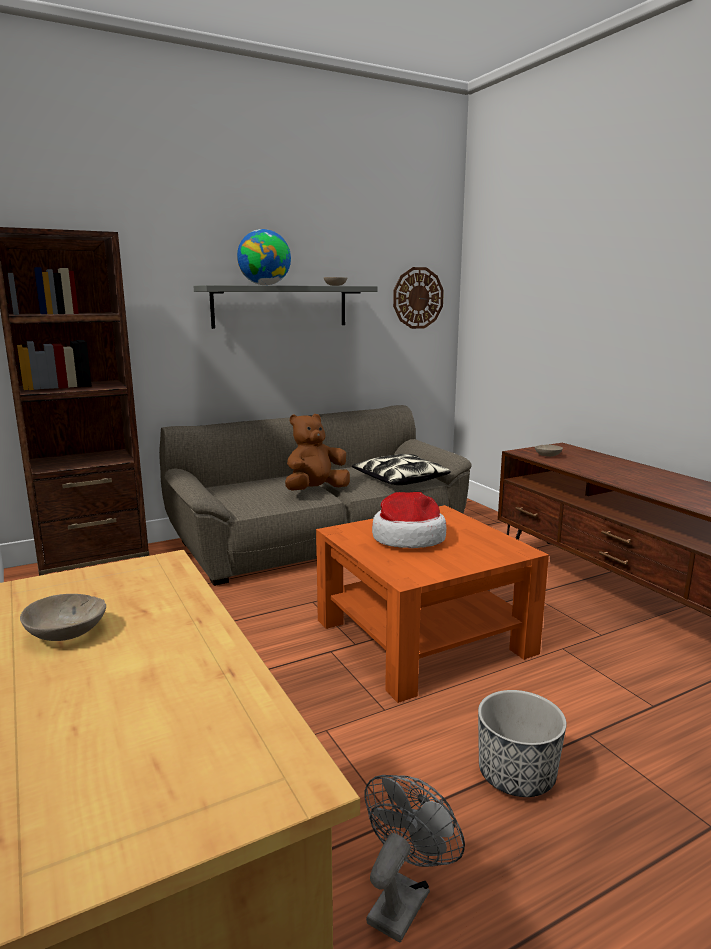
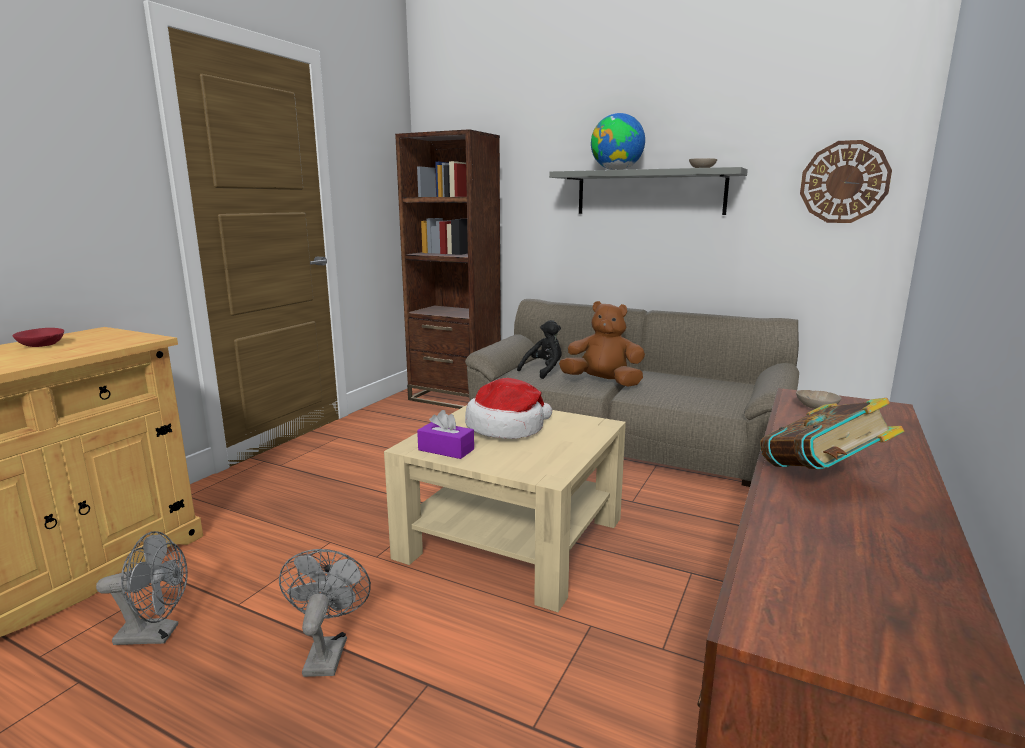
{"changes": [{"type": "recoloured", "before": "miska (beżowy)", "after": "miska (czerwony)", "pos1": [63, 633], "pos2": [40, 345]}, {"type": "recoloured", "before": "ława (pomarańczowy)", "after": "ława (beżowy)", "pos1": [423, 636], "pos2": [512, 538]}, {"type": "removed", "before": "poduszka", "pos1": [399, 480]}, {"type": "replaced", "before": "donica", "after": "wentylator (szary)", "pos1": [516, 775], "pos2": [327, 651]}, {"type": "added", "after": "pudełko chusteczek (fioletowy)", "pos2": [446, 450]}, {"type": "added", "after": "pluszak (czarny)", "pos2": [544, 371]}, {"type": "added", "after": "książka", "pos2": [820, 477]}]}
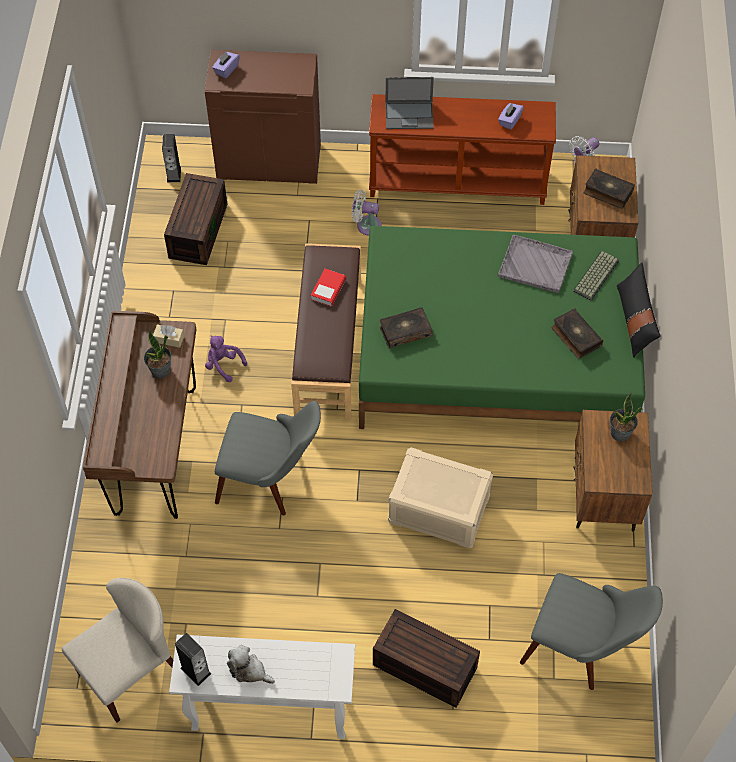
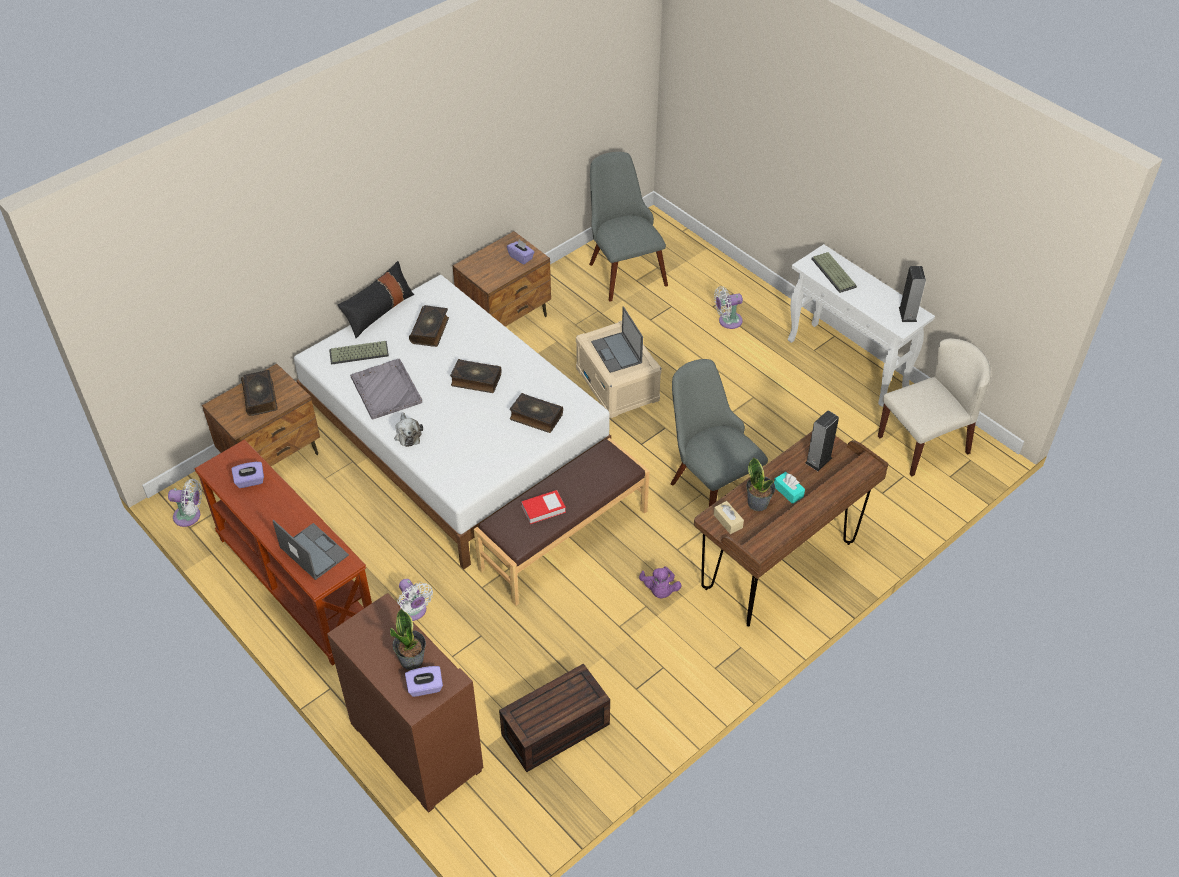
{"changes": [{"type": "turned", "before": "krzesło (beżowy)", "pos1": [130, 671], "pos2": [923, 444], "turn": 150}, {"type": "moved", "before": "głośnik", "pos1": [174, 174], "pos2": [818, 460]}, {"type": "moved", "before": "pluszak", "pos1": [249, 670], "pos2": [408, 434]}, {"type": "recoloured", "before": "łóżko (zielony)", "after": "łóżko (biały)", "pos1": [496, 355], "pos2": [455, 440]}, {"type": "replaced", "before": "pojemnik do przechowywania (brązowy)", "after": "wentylator (biały)", "pos1": [422, 667], "pos2": [727, 321]}, {"type": "moved", "before": "roślina doniczkowa", "pos1": [620, 433], "pos2": [412, 660]}, {"type": "added", "after": "książka", "pos2": [476, 380]}, {"type": "added", "after": "pudełko chusteczek (fioletowy)", "pos2": [521, 257]}, {"type": "added", "after": "laptop", "pos2": [617, 353]}, {"type": "added", "after": "pudełko chusteczek (turkusowy)", "pos2": [788, 491]}, {"type": "added", "after": "klawiatura", "pos2": [834, 273]}]}
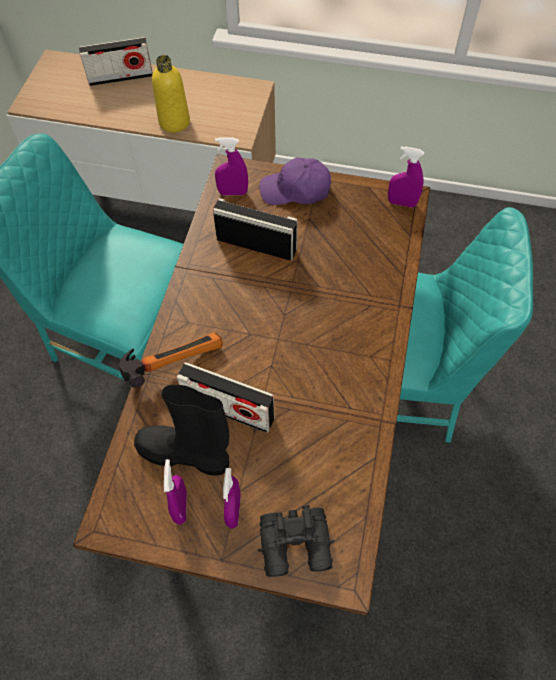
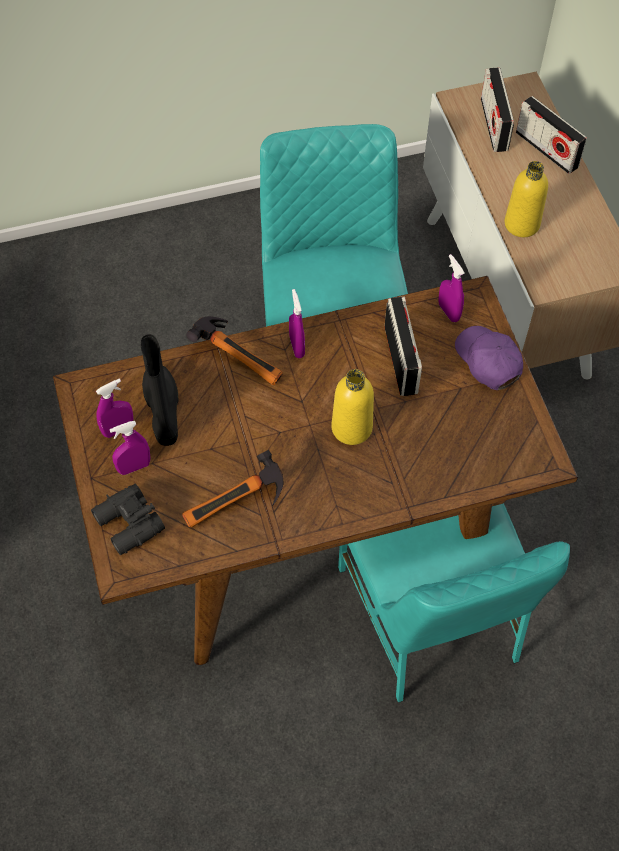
{"changes": [{"type": "moved", "before": "radio", "pos1": [228, 409], "pos2": [494, 125]}, {"type": "moved", "before": "spryskiwacz (fioletowy)", "pos1": [402, 203], "pos2": [297, 347]}, {"type": "added", "after": "młotek", "pos2": [236, 508]}, {"type": "added", "after": "butelka (żółty)", "pos2": [351, 428]}]}
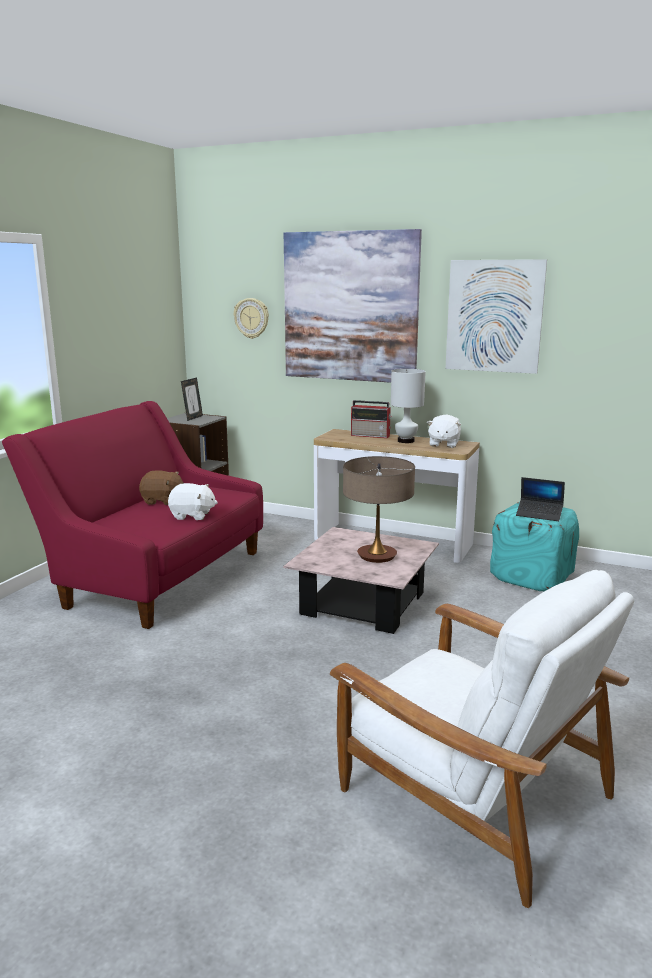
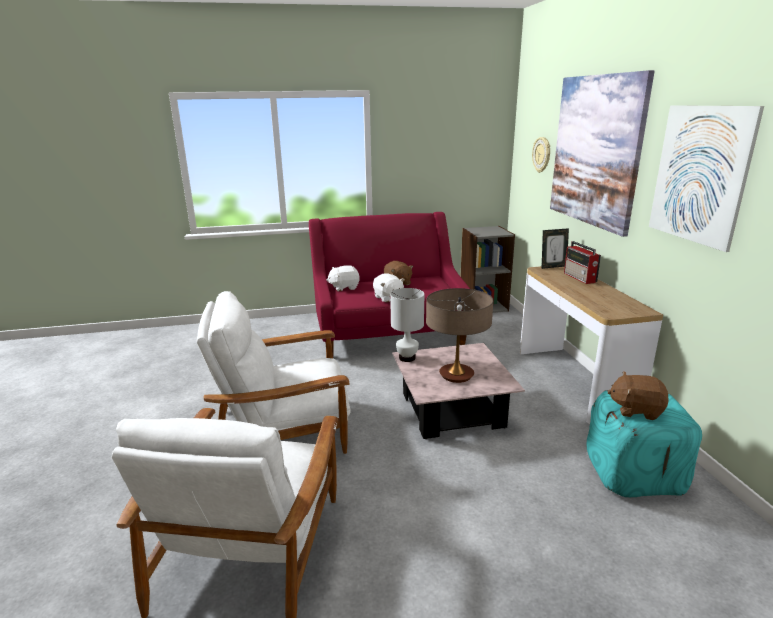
{"changes": [{"type": "moved", "before": "ramka na zdjęcie", "pos1": [193, 418], "pos2": [553, 266]}, {"type": "moved", "before": "lampa stołowa (biały)", "pos1": [406, 441], "pos2": [407, 358]}, {"type": "moved", "before": "pluszak (biały)", "pos1": [443, 444], "pos2": [344, 287]}, {"type": "replaced", "before": "laptop", "after": "pluszak (brązowy)", "pos1": [539, 514], "pos2": [636, 409]}, {"type": "added", "after": "fotel (biały)", "pos2": [284, 430]}]}
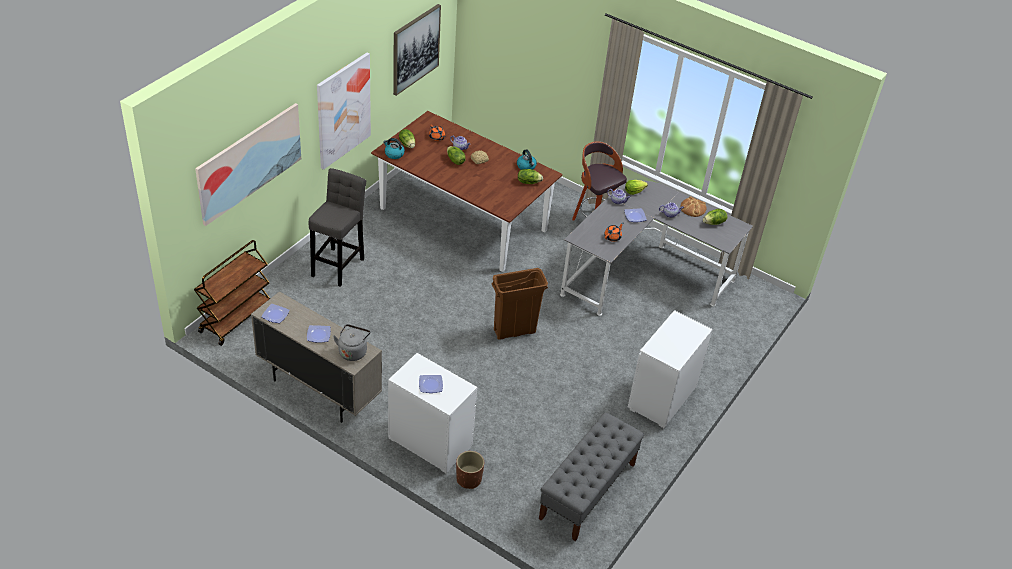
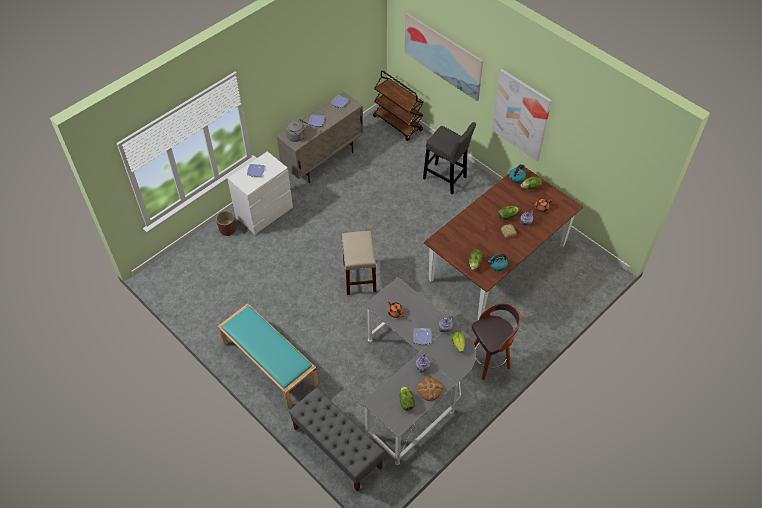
{"changes": [{"type": "removed", "before": "obraz", "pos1": [415, 49]}, {"type": "replaced", "before": "kosz na śmieci (brązowy)", "after": "stołek (beżowy)", "pos1": [514, 331], "pos2": [359, 276]}, {"type": "moved", "before": "ławka (szary)", "pos1": [587, 491], "pos2": [337, 448]}, {"type": "replaced", "before": "komoda (biały)", "after": "ławka (turkusowy)", "pos1": [662, 398], "pos2": [268, 362]}]}
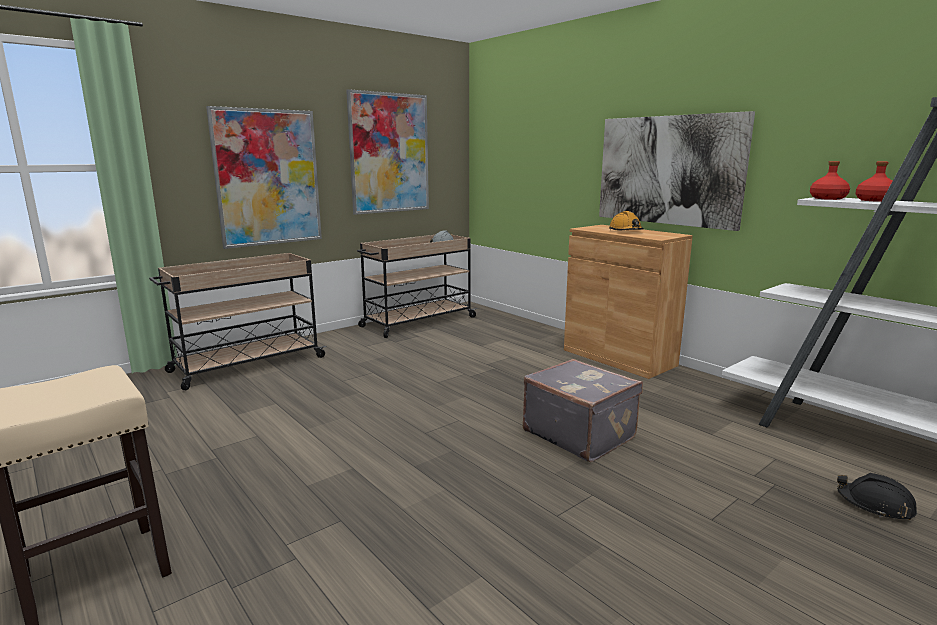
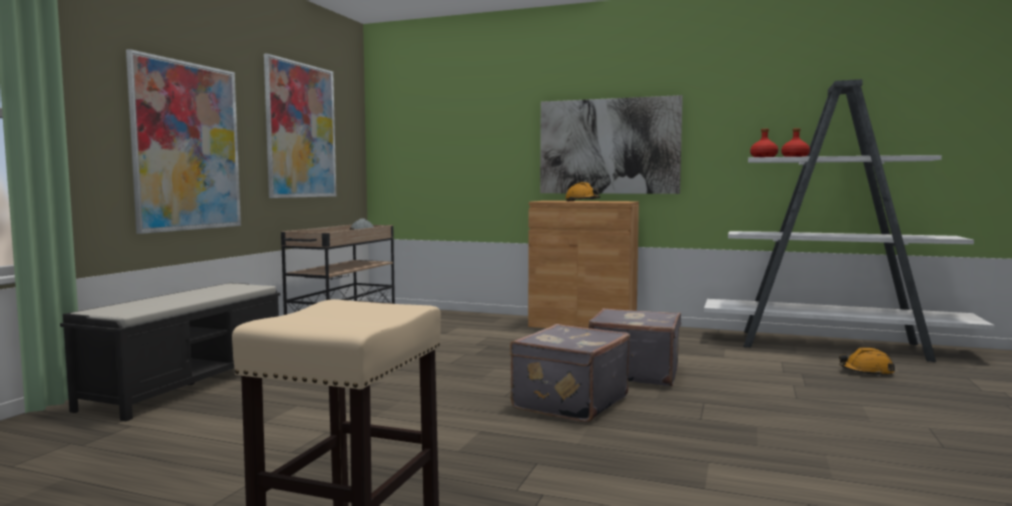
{"changes": [{"type": "replaced", "before": "wózek (beżowy)", "after": "ławka (czarny)", "pos1": [246, 365], "pos2": [189, 384]}, {"type": "recoloured", "before": "kask (czarny)", "after": "kask (pomarańczowy)", "pos1": [875, 505], "pos2": [866, 372]}, {"type": "added", "after": "walizka (szary)", "pos2": [568, 402]}]}
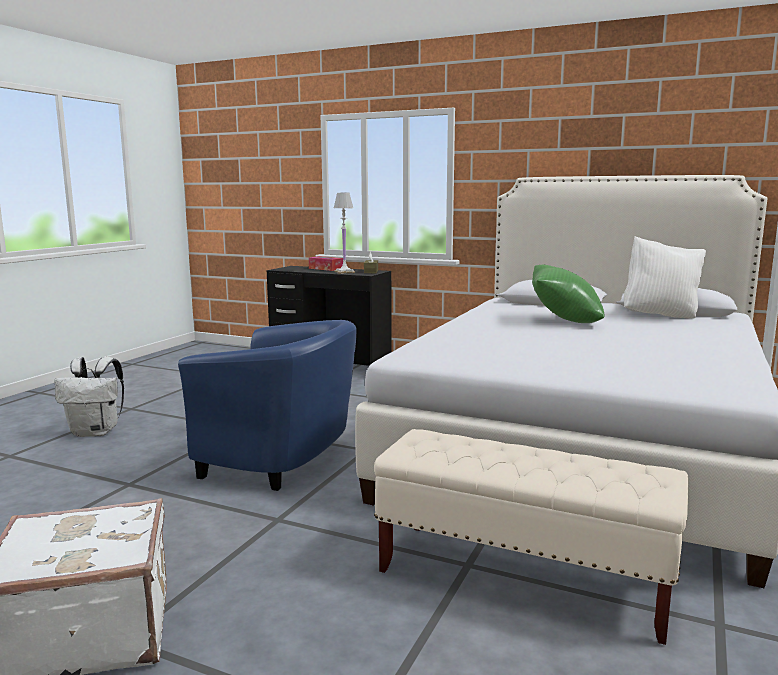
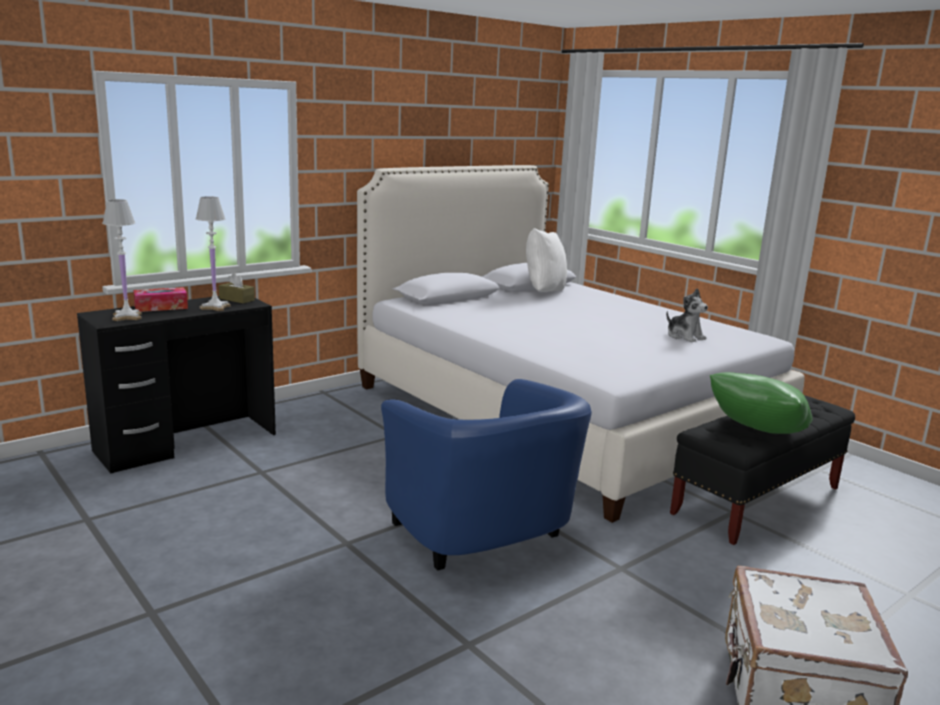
{"changes": [{"type": "removed", "before": "plecak (biały)", "pos1": [96, 432]}, {"type": "turned", "before": "fotel (niebieski)", "pos1": [283, 461], "pos2": [484, 538], "turn": 105}, {"type": "recoloured", "before": "ławka (beżowy)", "after": "ławka (czarny)", "pos1": [523, 578], "pos2": [757, 501]}, {"type": "moved", "before": "poduszka (zielony)", "pos1": [564, 321], "pos2": [756, 434]}, {"type": "added", "after": "lampa stołowa (biały)", "pos2": [127, 317]}, {"type": "added", "after": "pluszak", "pos2": [685, 336]}]}
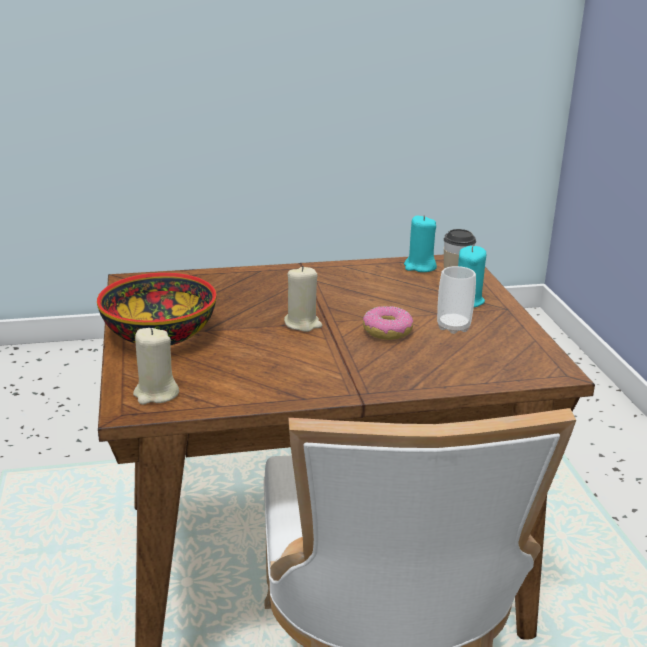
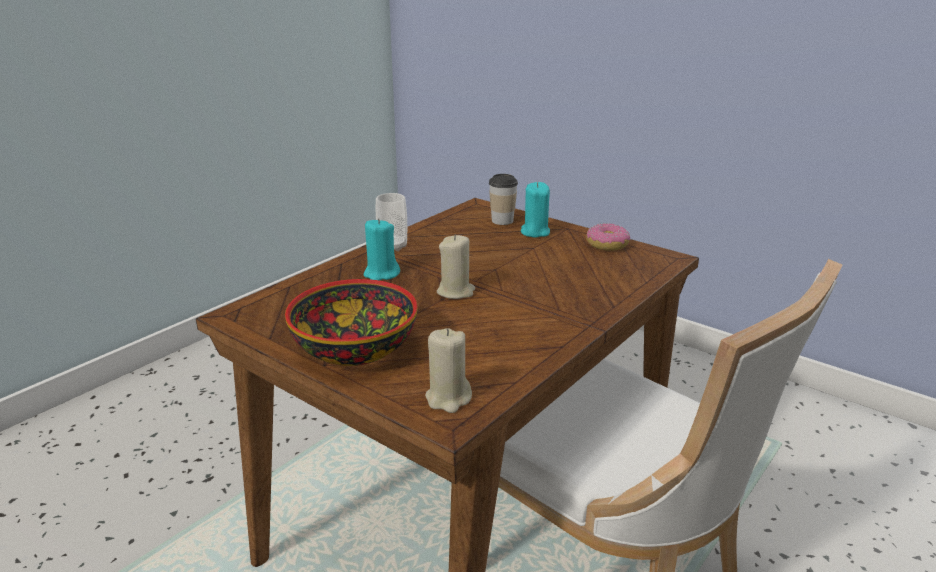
{"changes": [{"type": "moved", "before": "donut", "pos1": [387, 331], "pos2": [607, 244]}, {"type": "moved", "before": "świeca (turkusowy)", "pos1": [420, 267], "pos2": [381, 274]}, {"type": "moved", "before": "filiżanka", "pos1": [453, 327], "pos2": [392, 246]}]}
